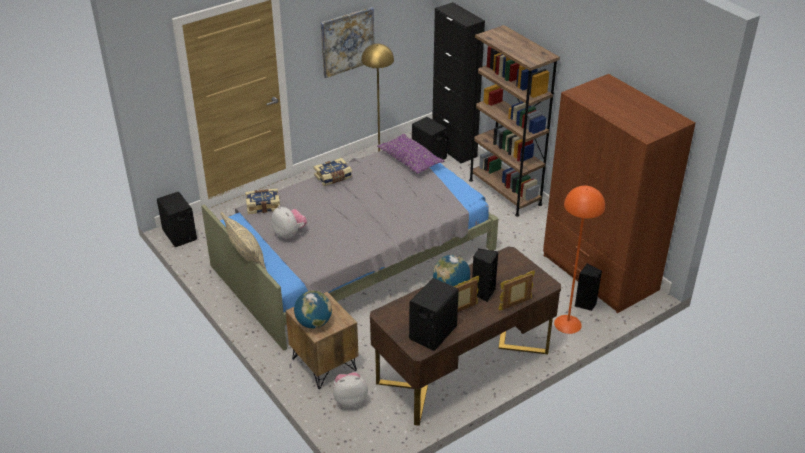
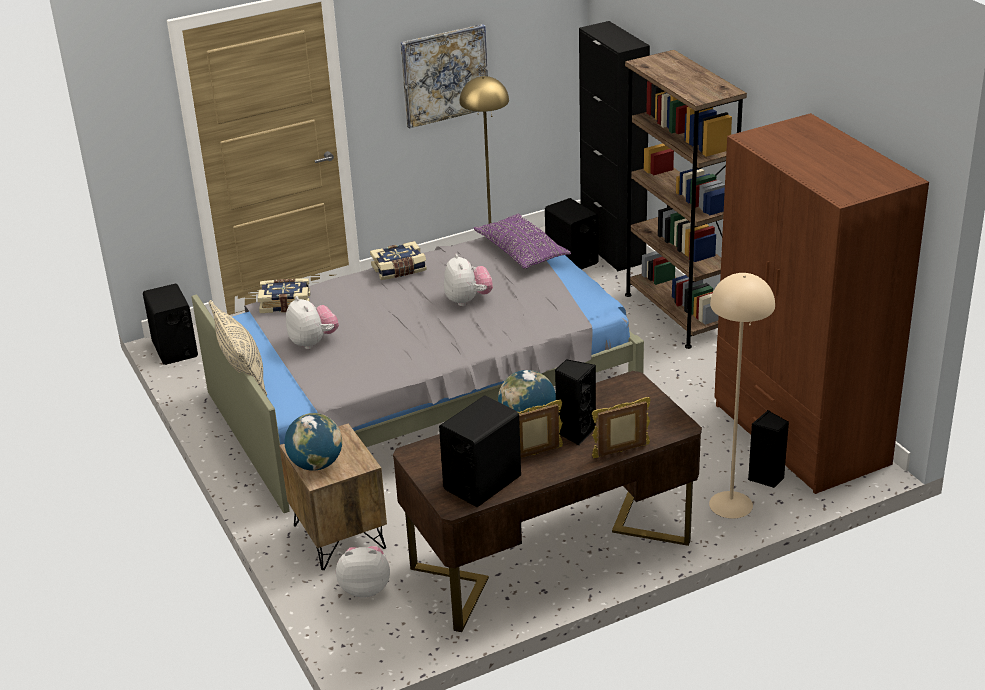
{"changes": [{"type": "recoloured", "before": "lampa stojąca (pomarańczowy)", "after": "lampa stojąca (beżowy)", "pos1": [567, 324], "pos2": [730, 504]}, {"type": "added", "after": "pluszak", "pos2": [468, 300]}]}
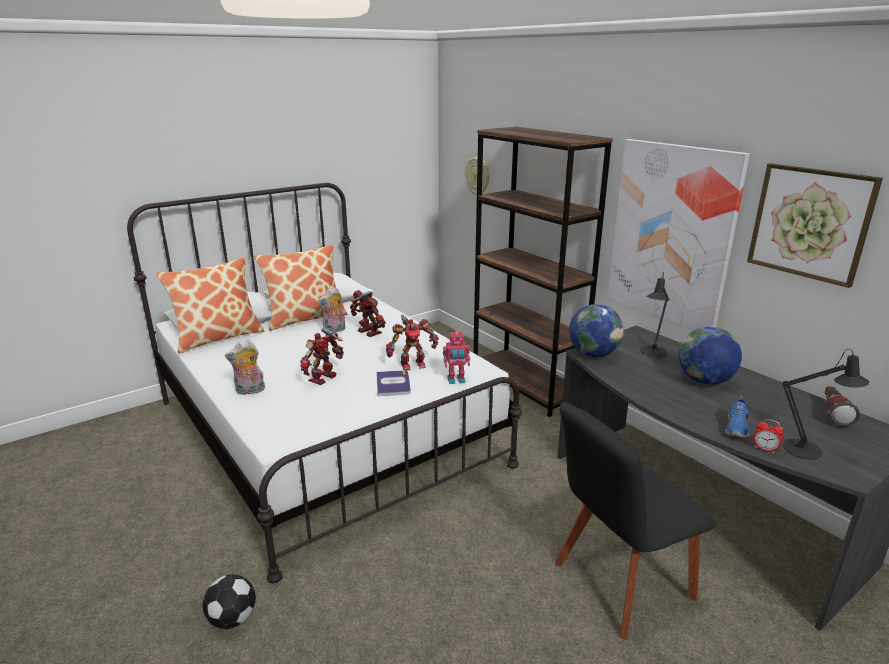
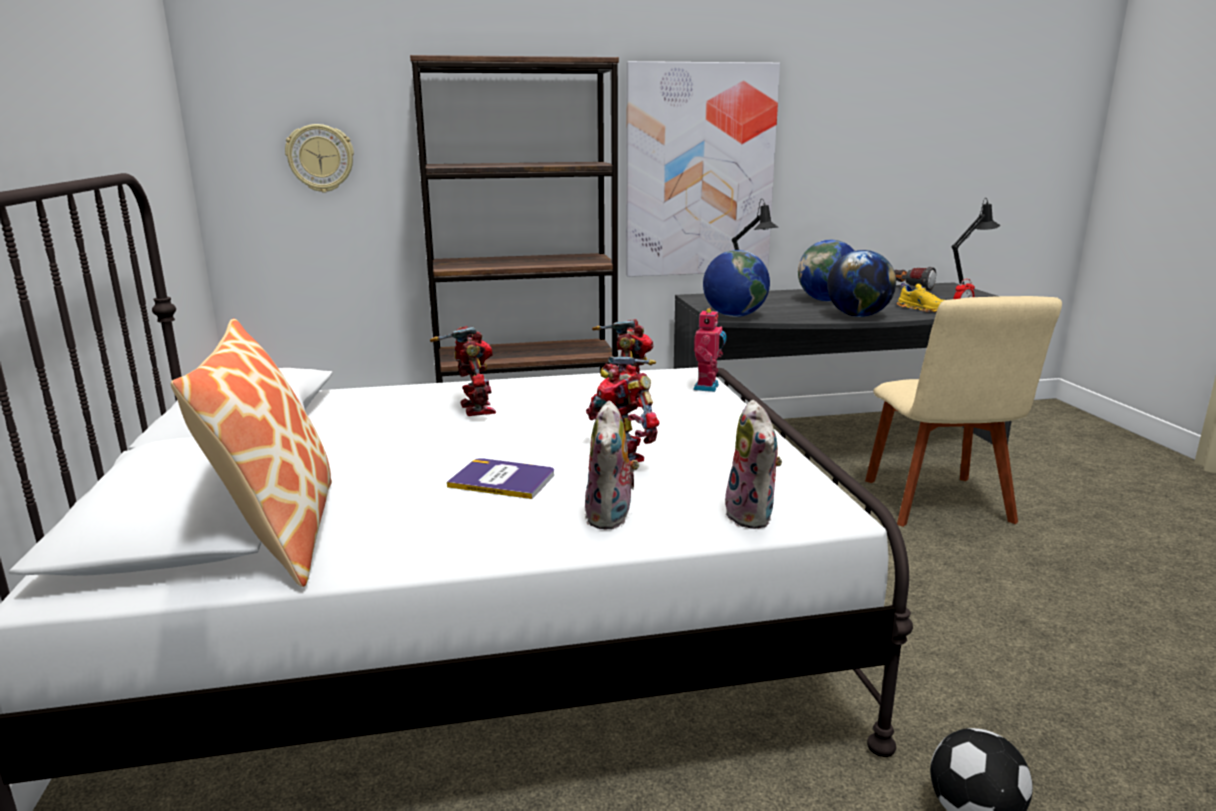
{"changes": [{"type": "removed", "before": "poduszka", "pos1": [305, 318]}, {"type": "moved", "before": "pluszak", "pos1": [334, 330], "pos2": [753, 516]}, {"type": "turned", "before": "robot zabawkowy", "pos1": [368, 332], "pos2": [474, 409], "turn": 90}, {"type": "moved", "before": "książka", "pos1": [393, 384], "pos2": [503, 480]}, {"type": "recoloured", "before": "krzesło (czarny)", "after": "krzesło (beżowy)", "pos1": [618, 584], "pos2": [939, 504]}, {"type": "recoloured", "before": "but (niebieski)", "after": "but (żółty)", "pos1": [737, 428], "pos2": [923, 309]}, {"type": "removed", "before": "obraz", "pos1": [810, 223]}, {"type": "added", "after": "globus", "pos2": [858, 316]}]}
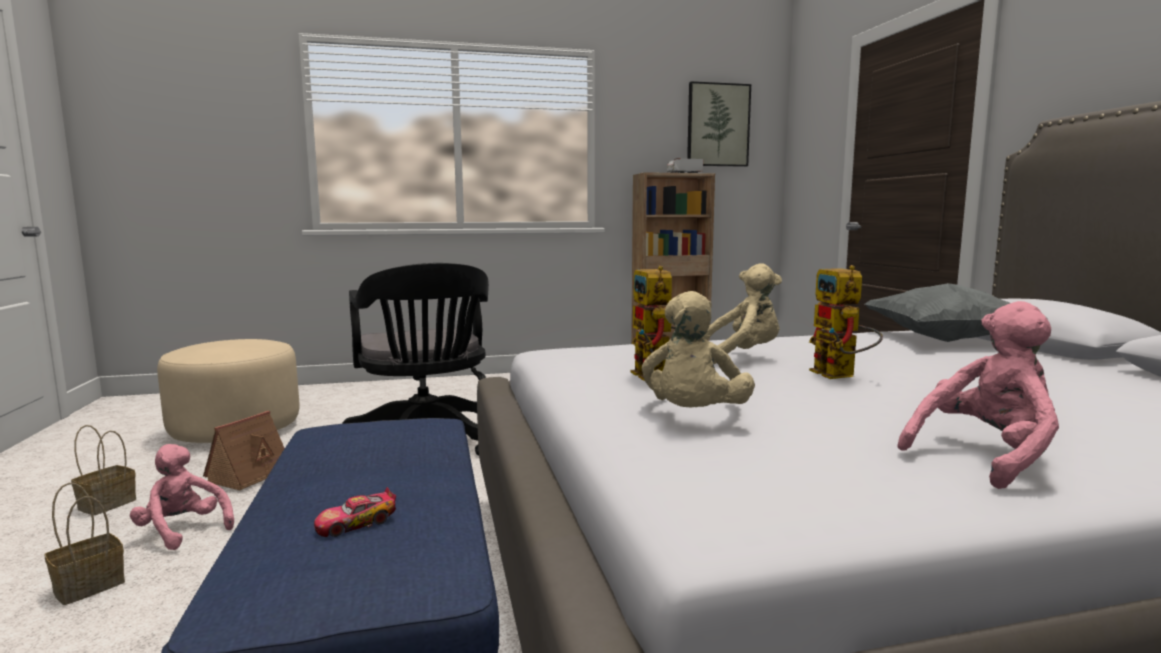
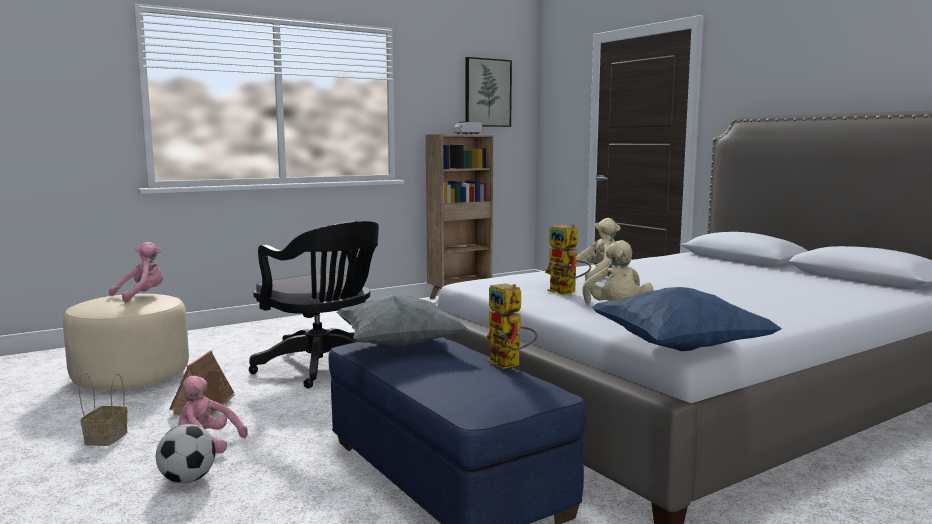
{"changes": [{"type": "replaced", "before": "koszyk", "after": "piłka futbolowa", "pos1": [91, 585], "pos2": [187, 480]}, {"type": "removed", "before": "samochodzik", "pos1": [355, 523]}, {"type": "moved", "before": "robot zabawkowy", "pos1": [841, 376], "pos2": [510, 365]}, {"type": "moved", "before": "poduszka (szary)", "pos1": [946, 340], "pos2": [399, 345]}, {"type": "moved", "before": "pluszak (różowy)", "pos1": [985, 457], "pos2": [142, 296]}, {"type": "added", "after": "poduszka (niebieski)", "pos2": [678, 348]}]}
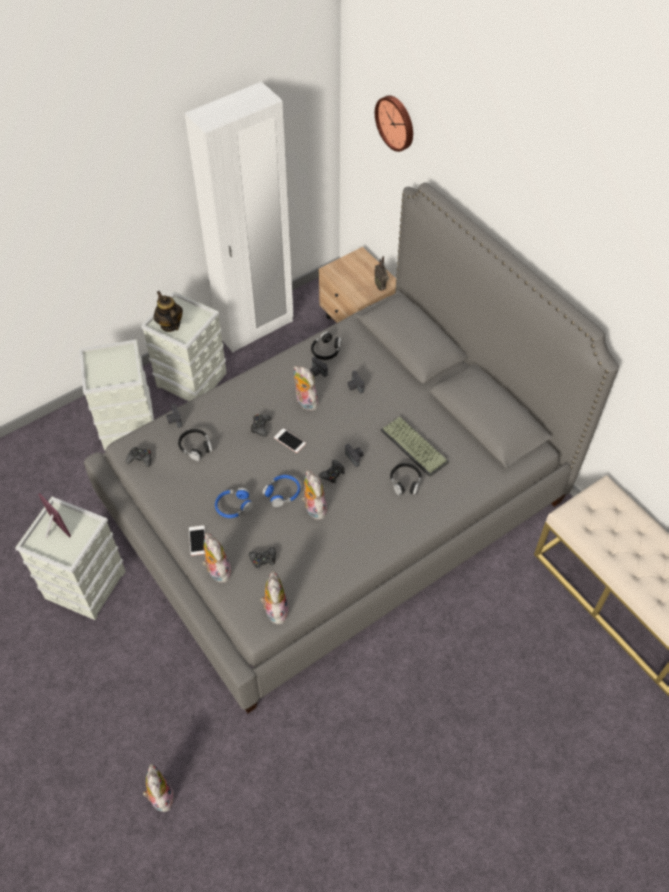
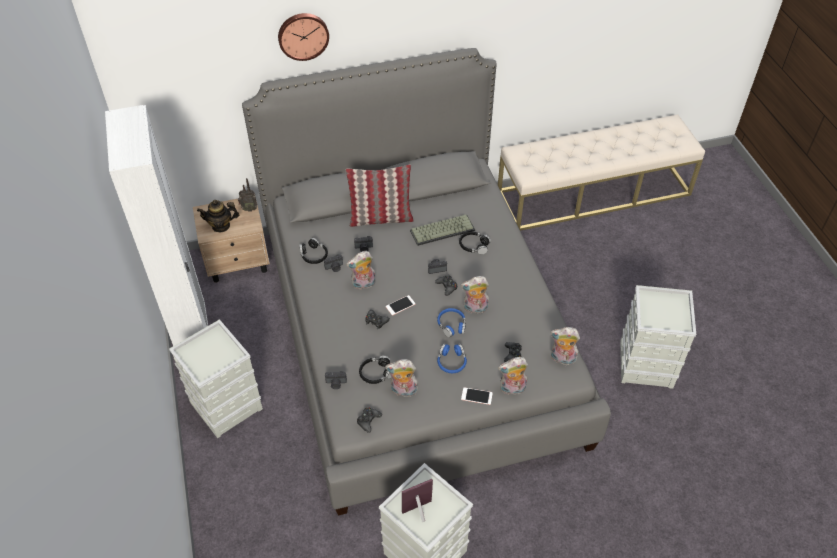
{"changes": [{"type": "moved", "before": "pojemnik do przechowywania (szary)", "pos1": [129, 425], "pos2": [646, 364]}, {"type": "moved", "before": "pluszak", "pos1": [160, 796], "pos2": [403, 391]}, {"type": "moved", "before": "imbryk", "pos1": [170, 324], "pos2": [221, 226]}, {"type": "moved", "before": "zegar ścienny", "pos1": [396, 122], "pos2": [303, 35]}, {"type": "added", "after": "poduszka", "pos2": [380, 218]}]}
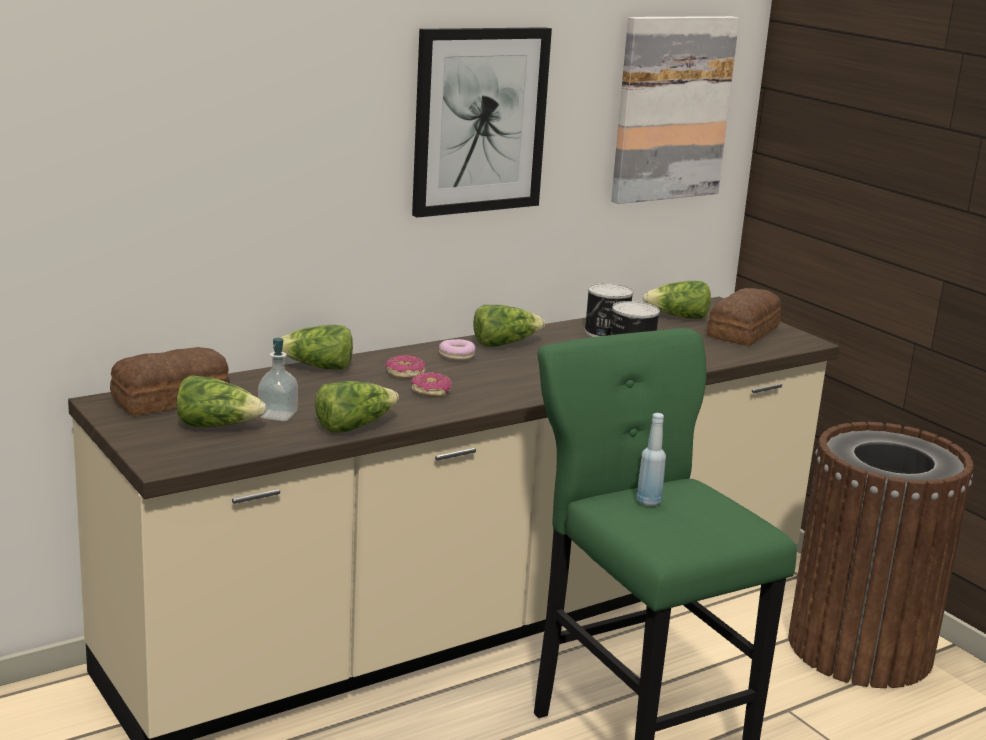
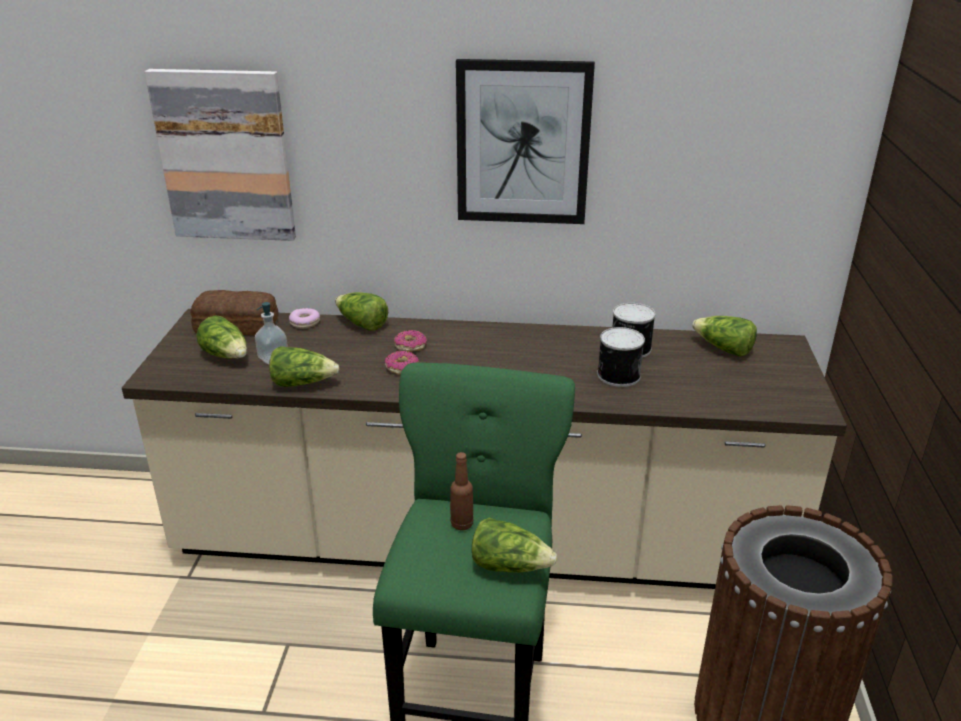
{"changes": [{"type": "moved", "before": "donut", "pos1": [457, 355], "pos2": [305, 322]}, {"type": "moved", "before": "sałata", "pos1": [504, 344], "pos2": [509, 565]}, {"type": "moved", "before": "obraz", "pos1": [671, 108], "pos2": [225, 156]}, {"type": "recoloured", "before": "butelka (niebieski)", "after": "butelka (brązowy)", "pos1": [648, 501], "pos2": [462, 524]}, {"type": "removed", "before": "chleb", "pos1": [745, 331]}]}
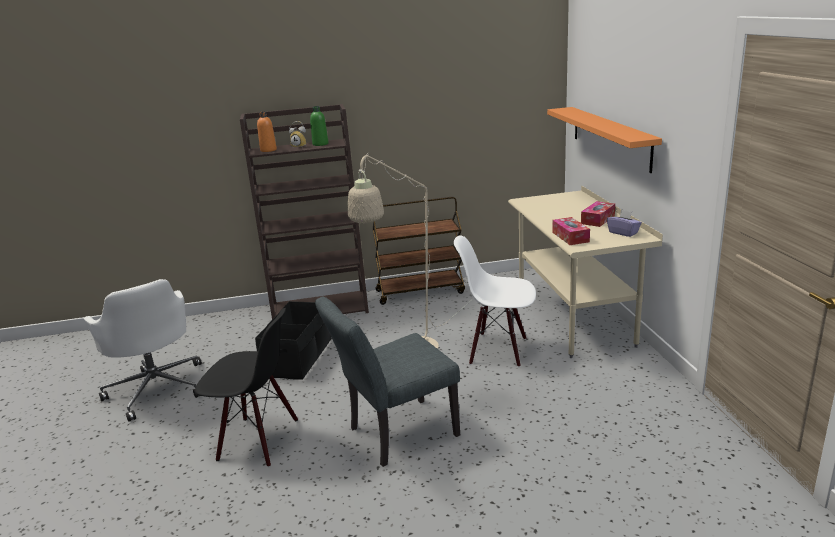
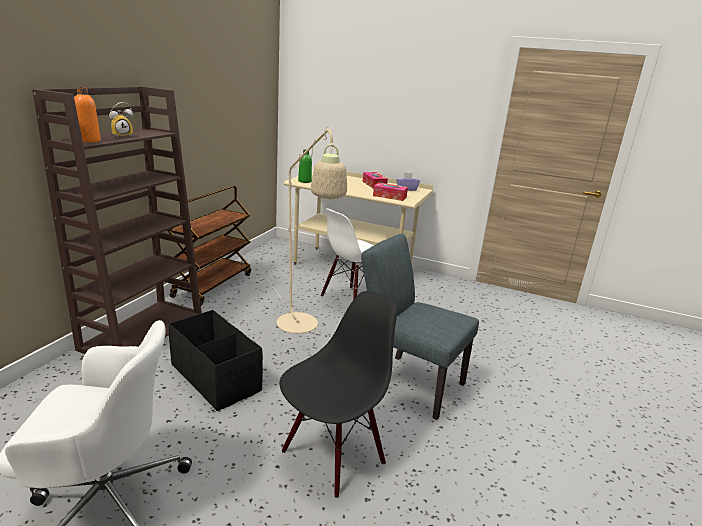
{"changes": [{"type": "moved", "before": "butelka (zielony)", "pos1": [320, 144], "pos2": [304, 181]}, {"type": "turned", "before": "krzesło (szary)", "pos1": [395, 434], "pos2": [408, 381], "turn": 120}, {"type": "removed", "before": "półka (pomarańczowy)", "pos1": [610, 137]}]}
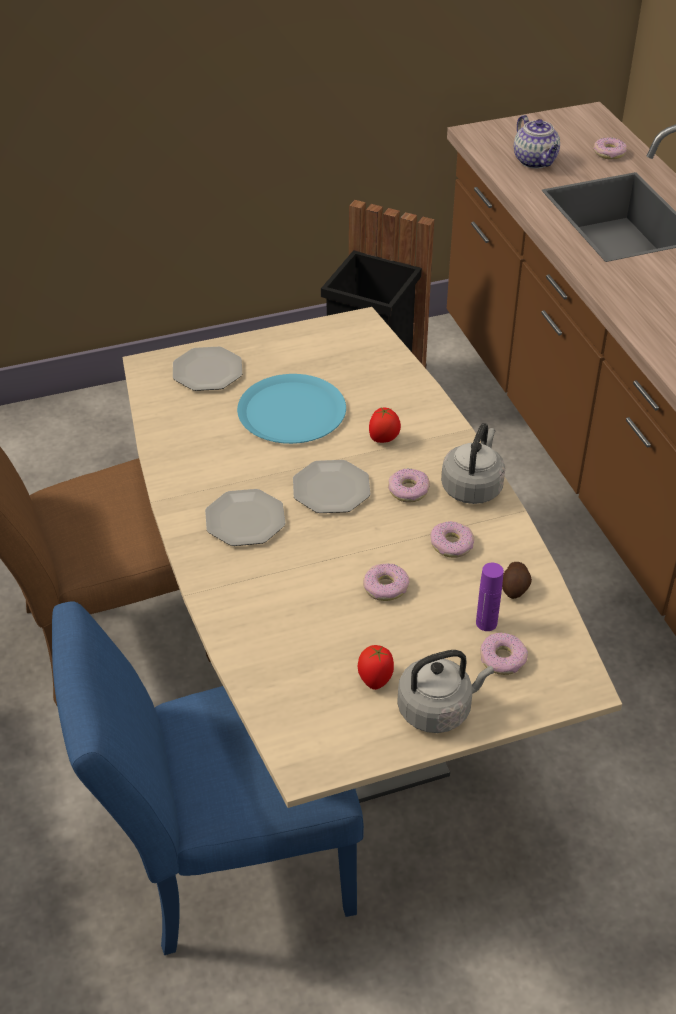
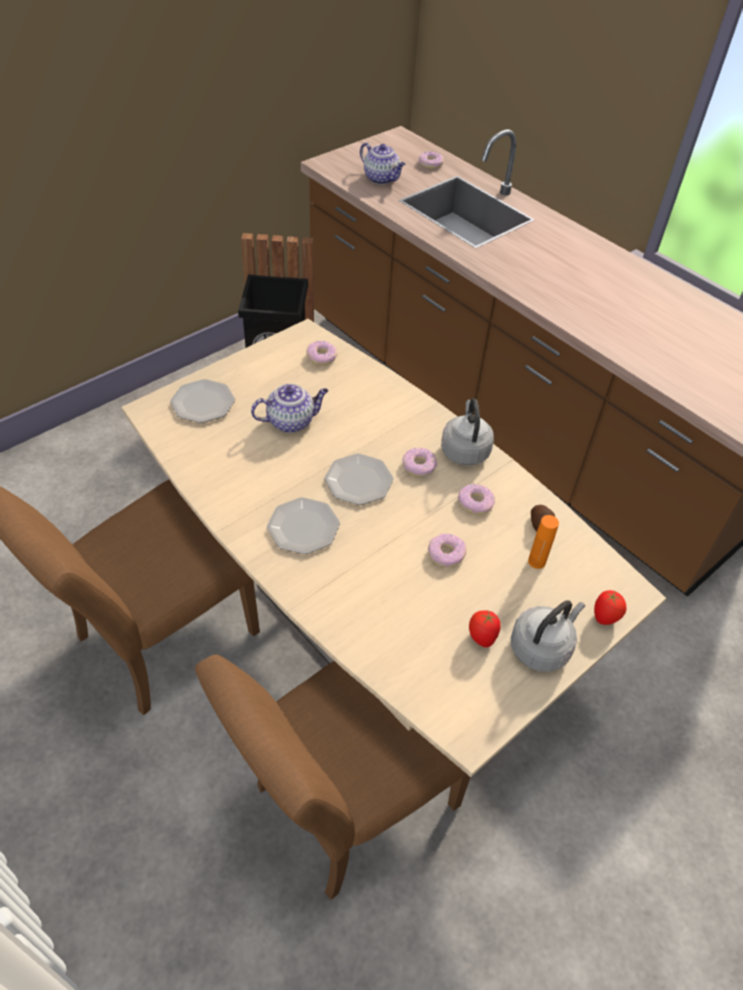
{"changes": [{"type": "recoloured", "before": "krzesło (niebieski)", "after": "krzesło (brązowy)", "pos1": [224, 866], "pos2": [343, 804]}, {"type": "replaced", "before": "talerz (niebieski)", "after": "imbryk", "pos1": [292, 411], "pos2": [291, 421]}, {"type": "moved", "before": "pomidor", "pos1": [384, 439], "pos2": [605, 617]}, {"type": "recoloured", "before": "butelka (fioletowy)", "after": "butelka (pomarańczowy)", "pos1": [486, 623], "pos2": [536, 561]}, {"type": "moved", "before": "donut", "pos1": [503, 659], "pos2": [322, 357]}]}
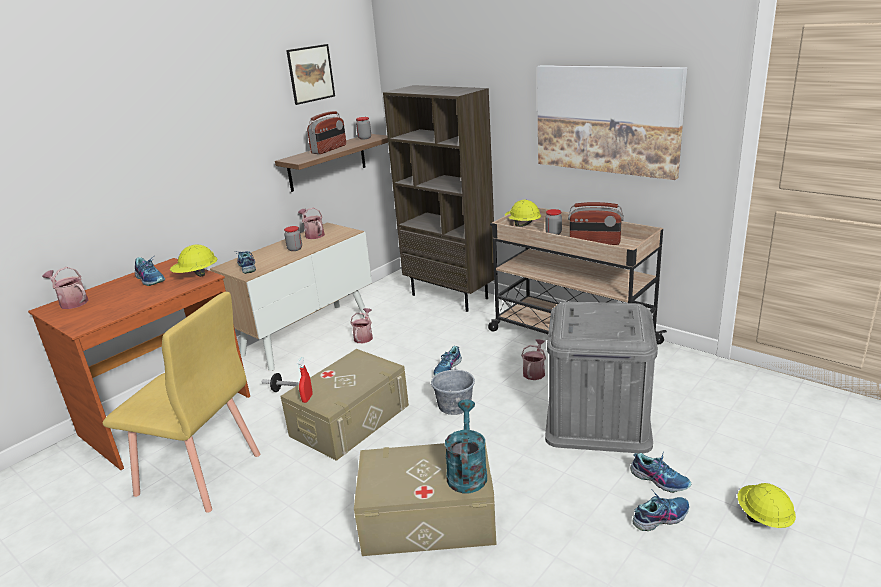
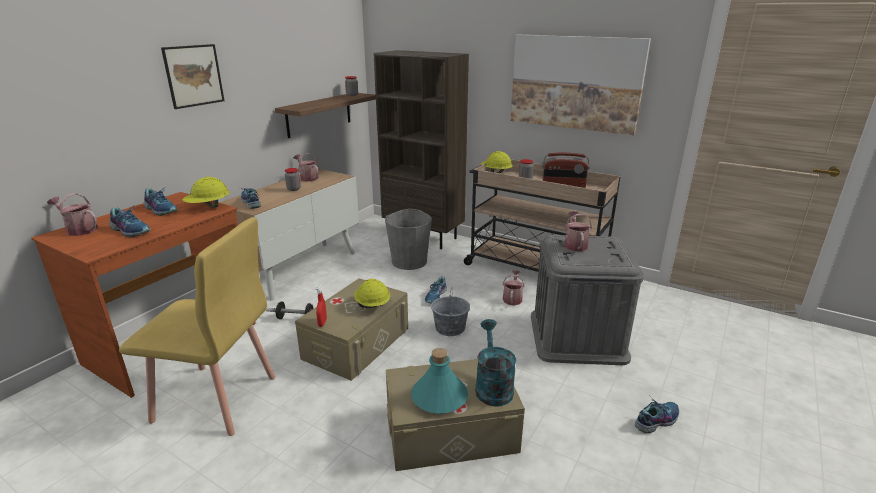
{"changes": [{"type": "moved", "before": "obraz", "pos1": [311, 74], "pos2": [193, 75]}, {"type": "removed", "before": "radio", "pos1": [329, 149]}, {"type": "moved", "before": "konewka", "pos1": [364, 337], "pos2": [575, 244]}, {"type": "moved", "before": "but", "pos1": [659, 479], "pos2": [131, 230]}, {"type": "moved", "before": "kask (żółty)", "pos1": [763, 517], "pos2": [372, 305]}, {"type": "added", "after": "wiadro (szary)", "pos2": [409, 261]}, {"type": "added", "after": "butelka (turkusowy)", "pos2": [439, 397]}]}
